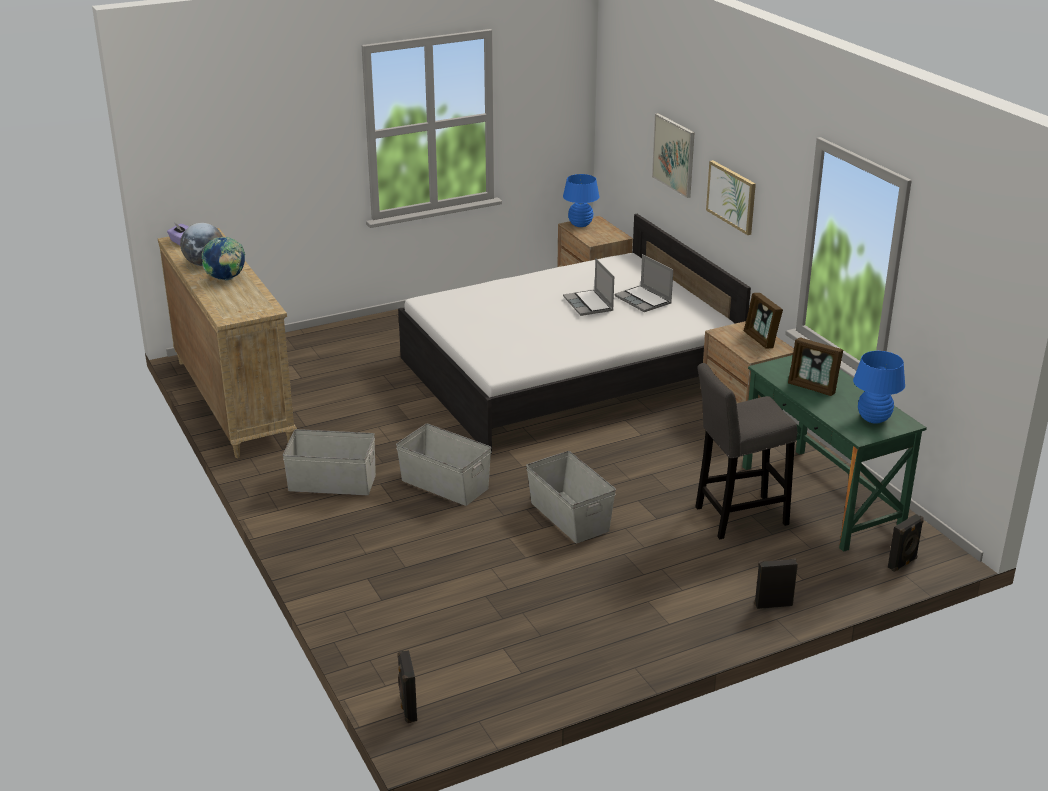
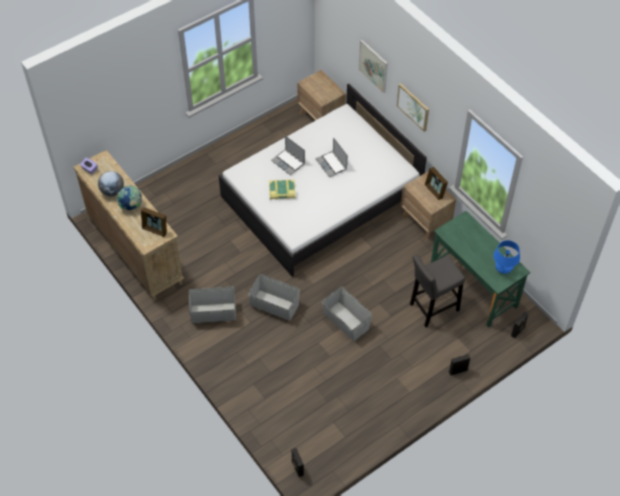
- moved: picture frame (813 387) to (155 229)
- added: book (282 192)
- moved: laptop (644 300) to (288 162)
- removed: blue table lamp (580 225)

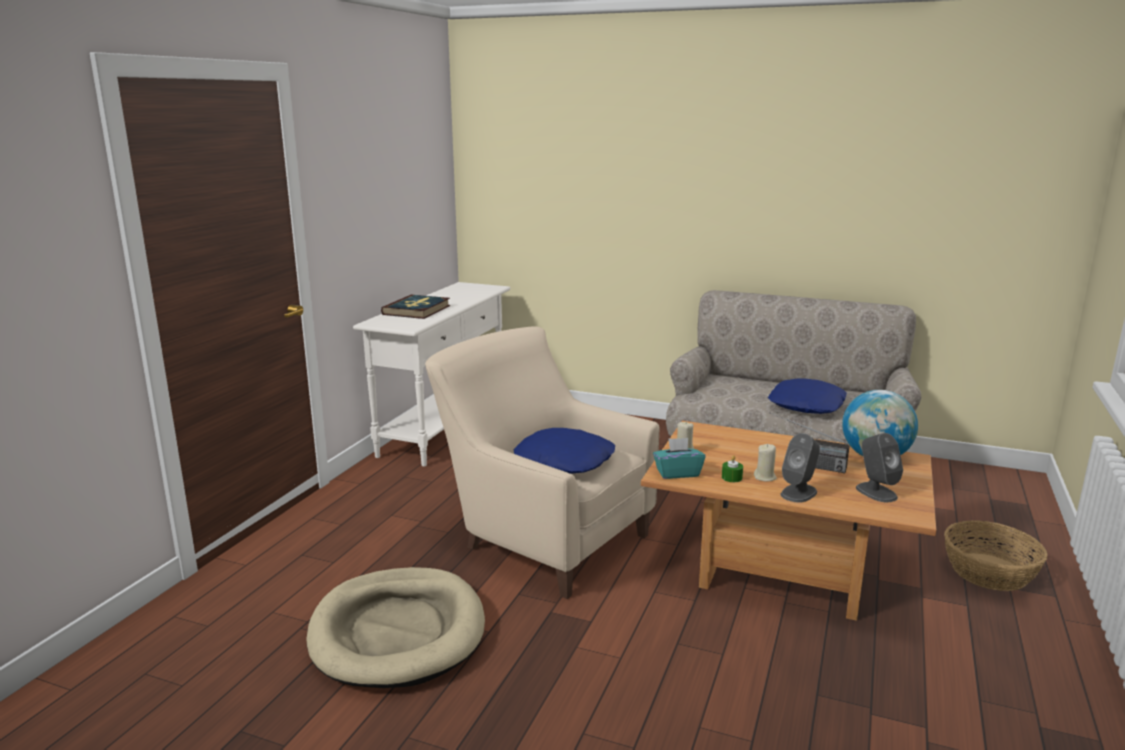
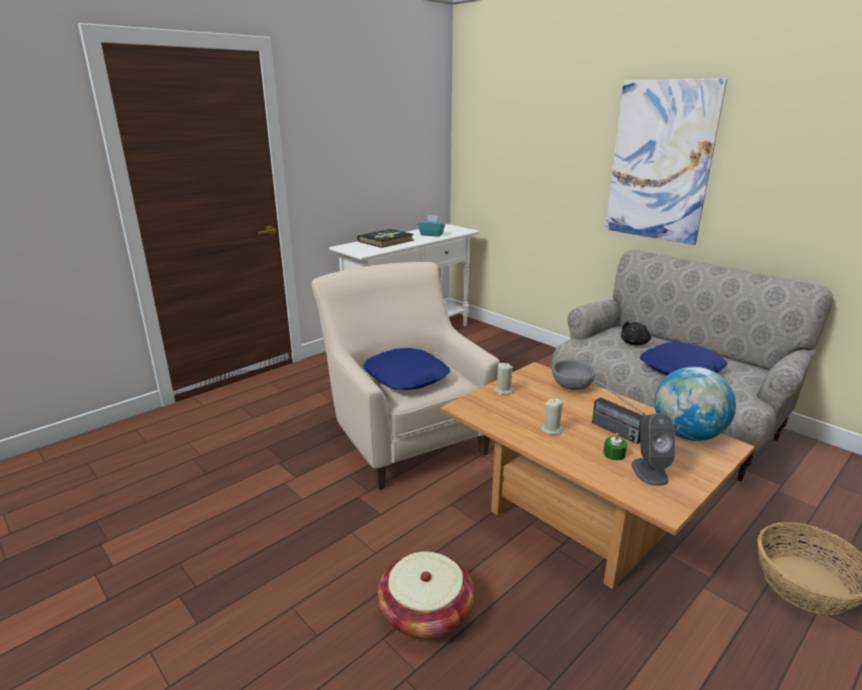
- added: basket (425 613)
- moved: turquoise tissue box (677 473) to (431 234)
- added: grey bowl (572 385)
- moved: green candle (731 477) to (614 454)
- added: picture (660 162)
- added: black plush toy (634 343)
- removed: beige dog bed (398 632)
- removed: grey speaker (799 493)

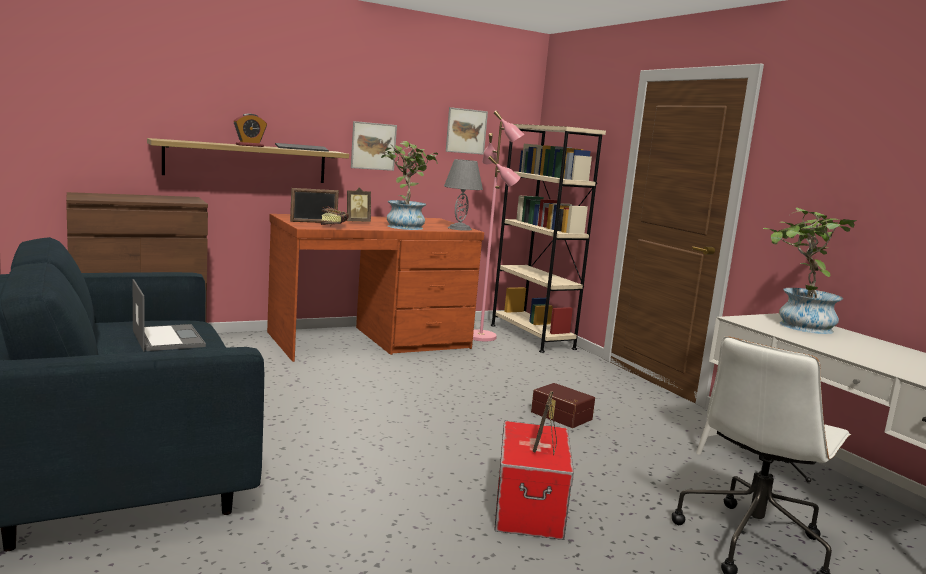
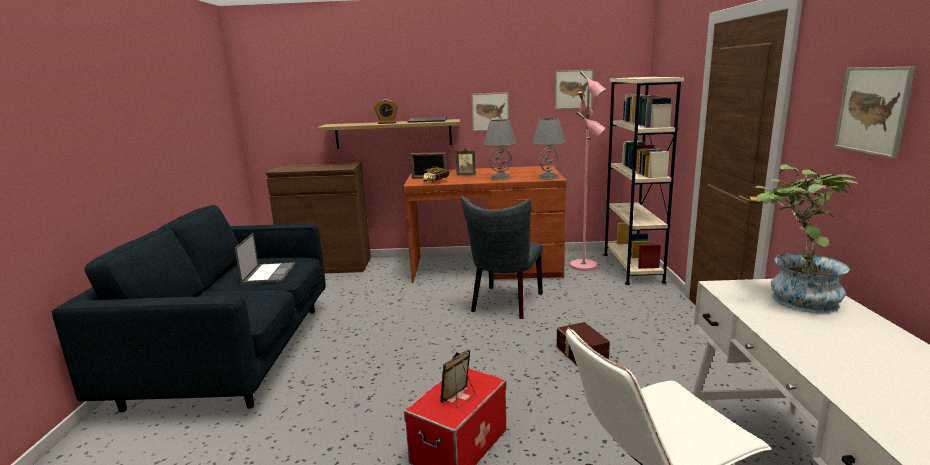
- added: grey chair (505 304)
- replaced: potted plant (405 226) to grey table lamp (500 177)
- added: picture (872 110)

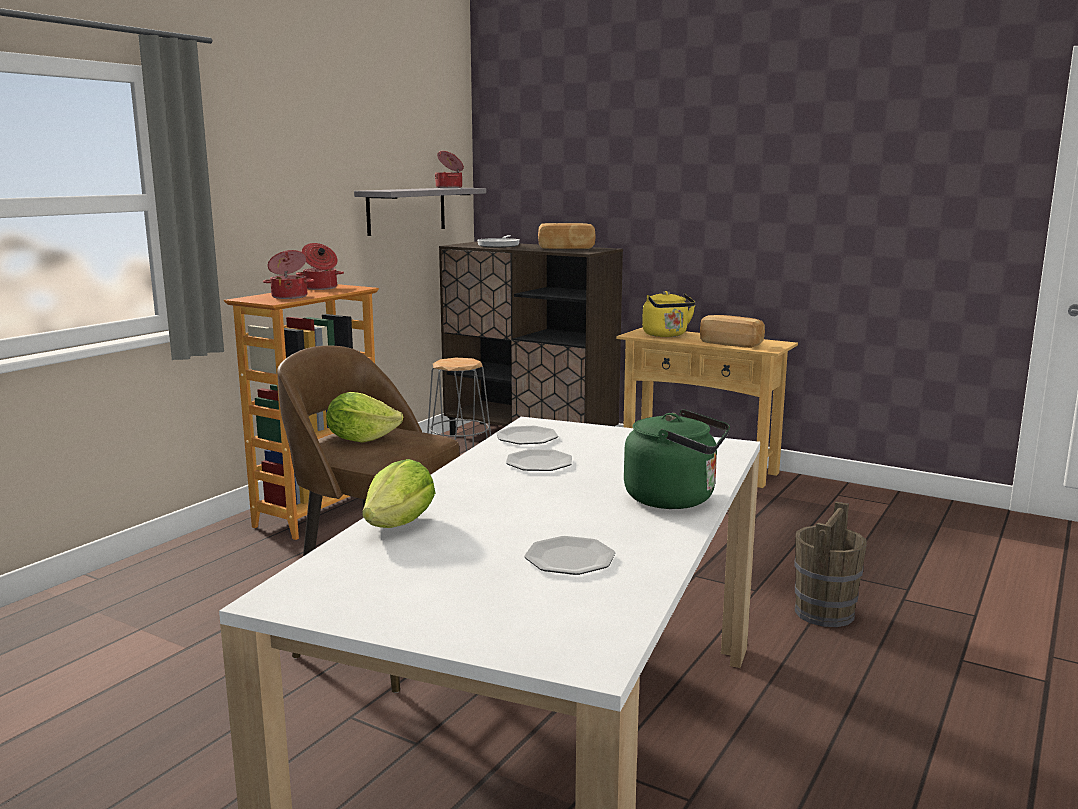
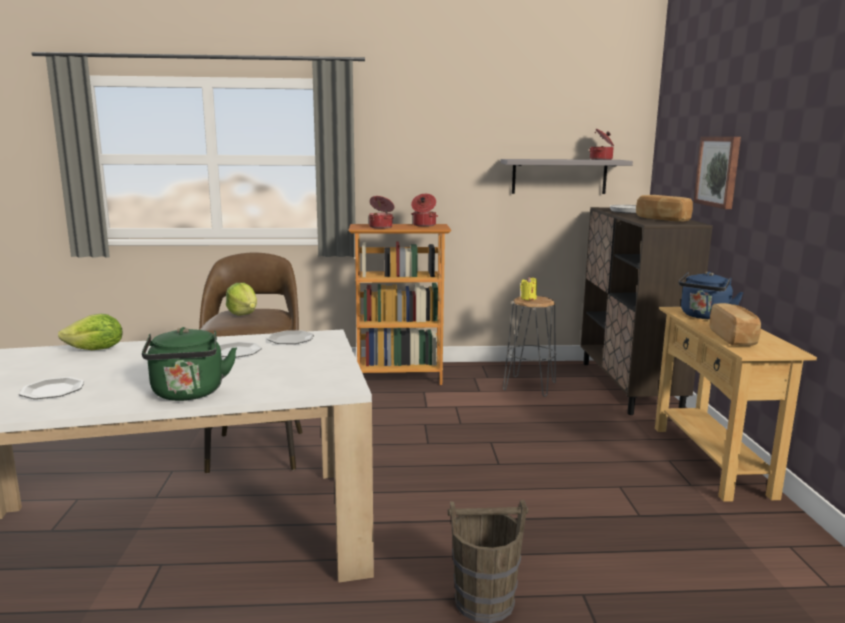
- added: yellow candle (528 298)
- recoloured: yellow kettle (666 335) to blue kettle (704 316)
- added: picture (718 171)

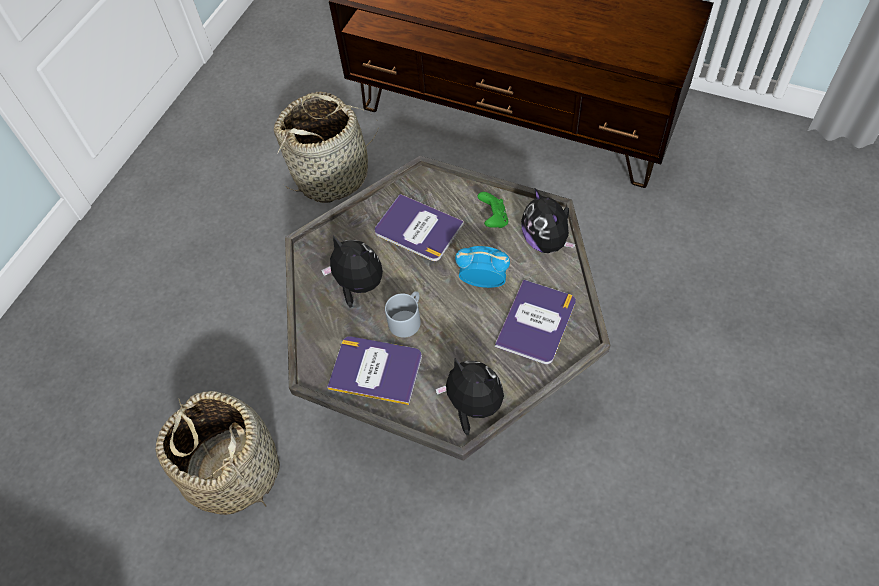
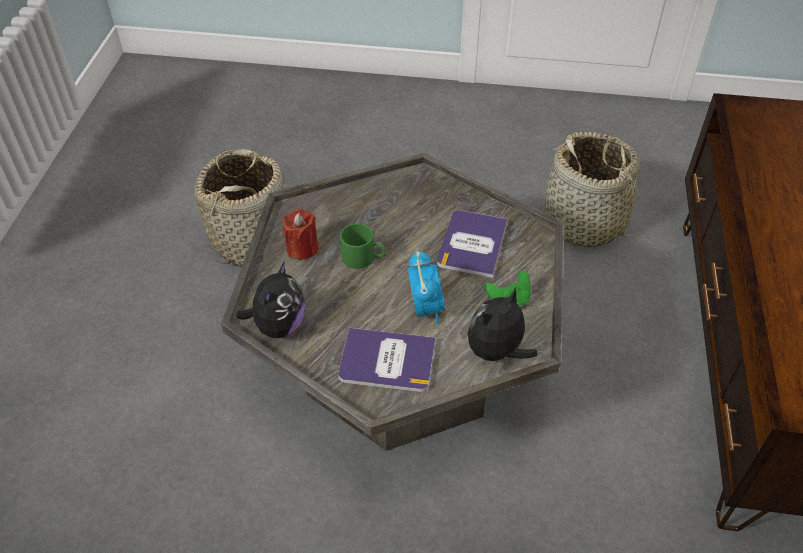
- replaced: book (376 370) to red candle (302 248)
- recoloured: grey mug (407 318) to green mug (364 257)
- removed: plush toy (358 286)

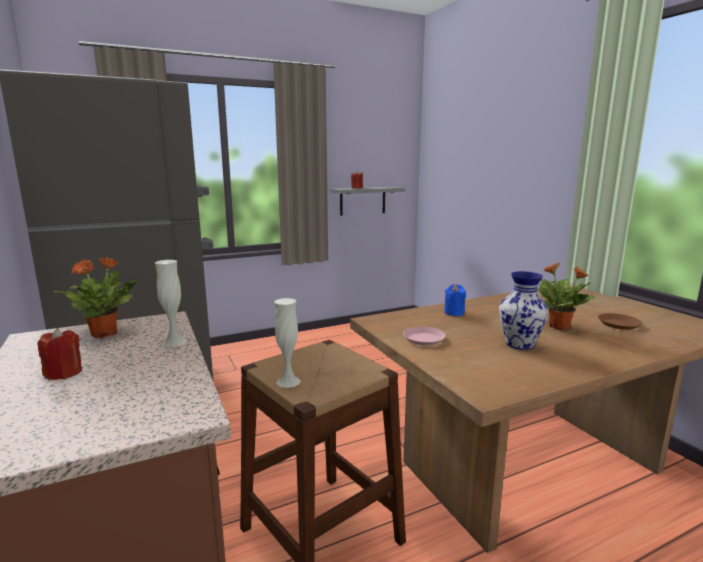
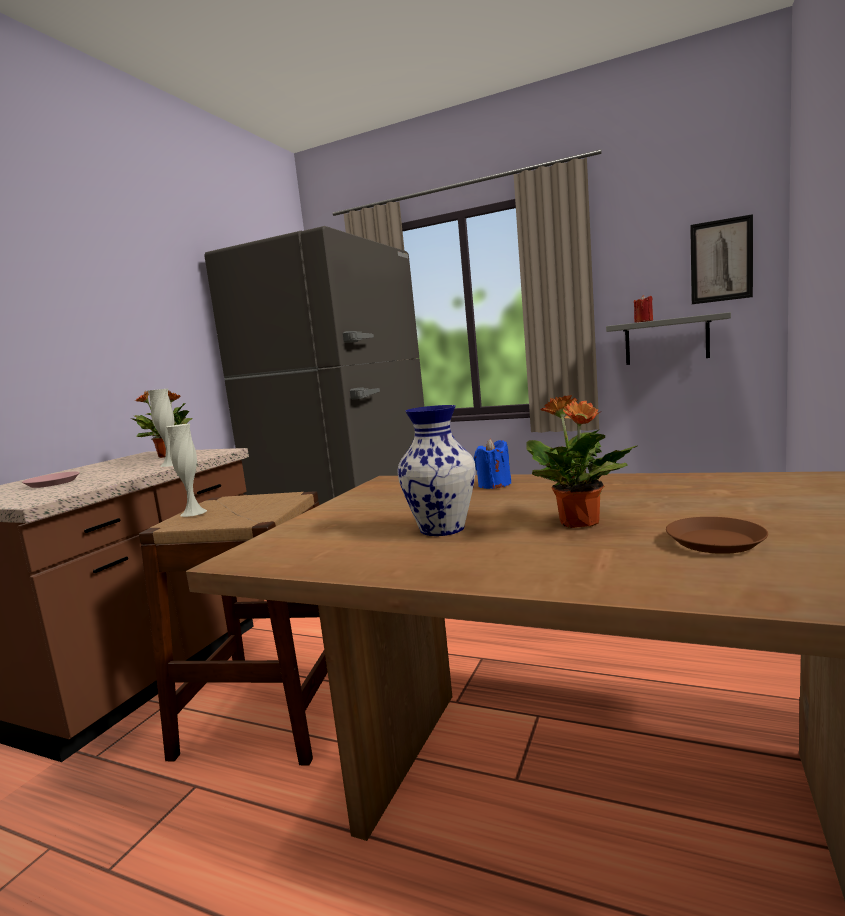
- moved: pink plate (423 339) to (52 483)
- added: picture (721 260)
- removed: red candle (63 373)

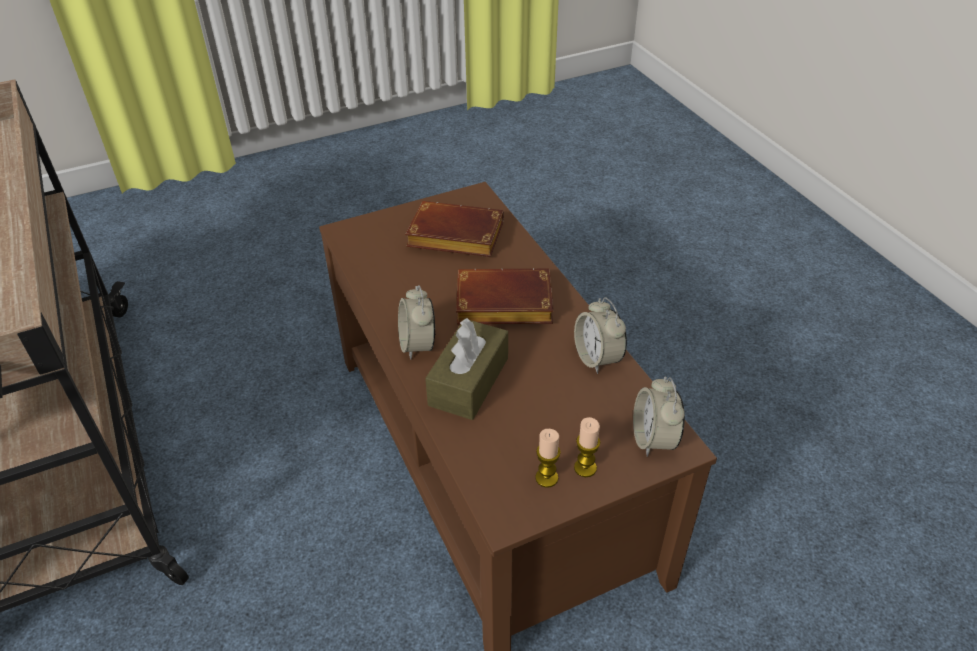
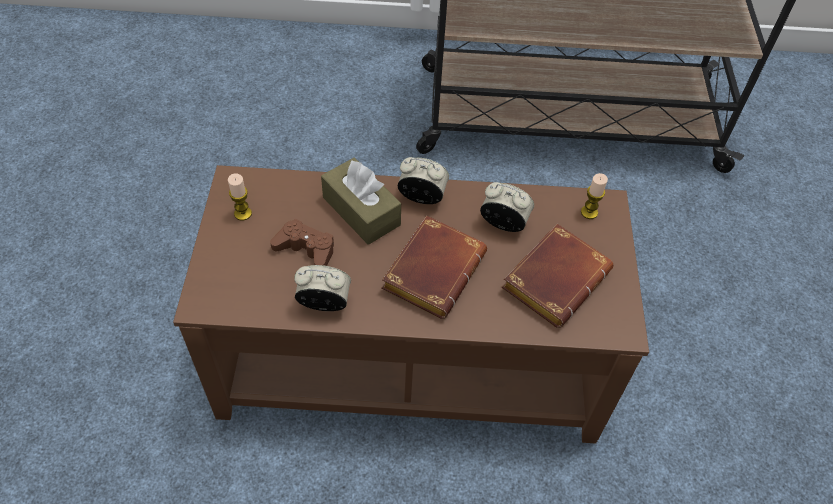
- added: brown game controller (306 249)
- moved: alarm clock (654 439) to (503 224)
- moved: candle (585 468) to (589 212)

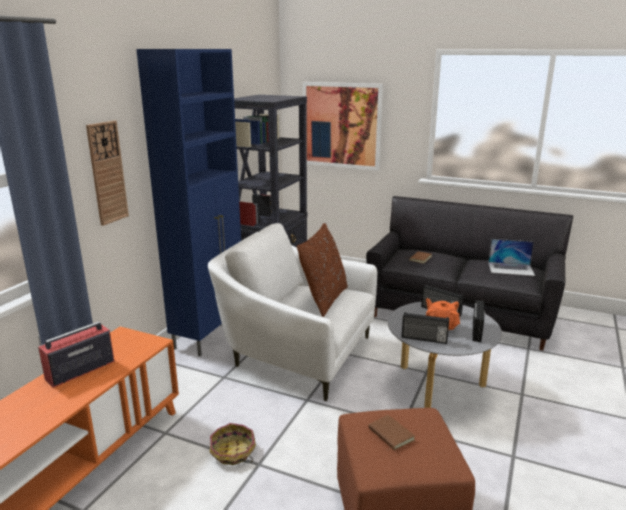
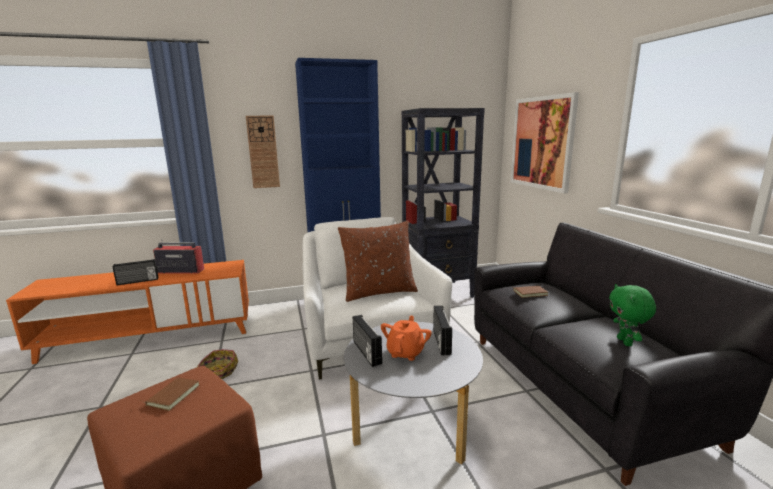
- moved: radio (477 331) to (138 281)
- replaced: laptop (511 269) to green plush toy (625 342)

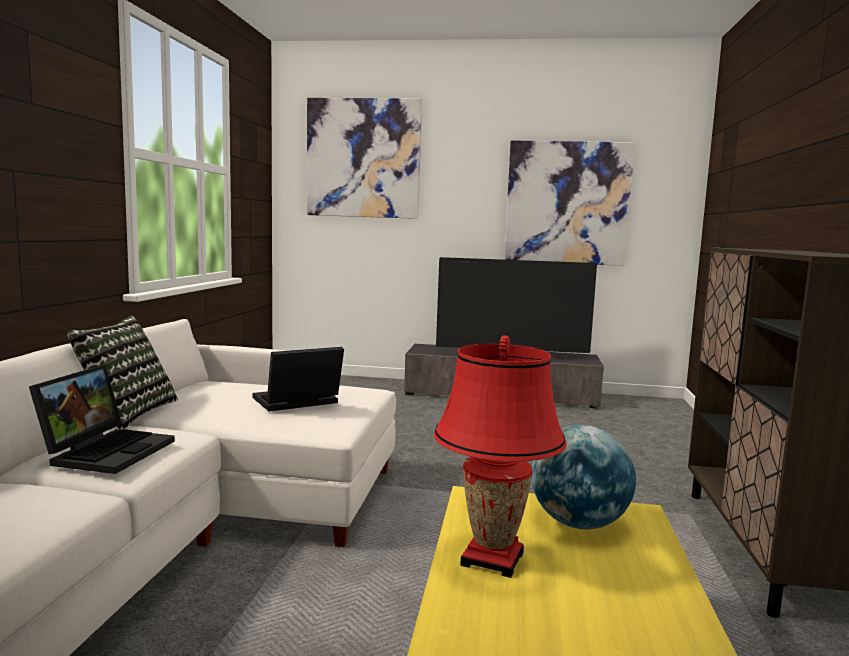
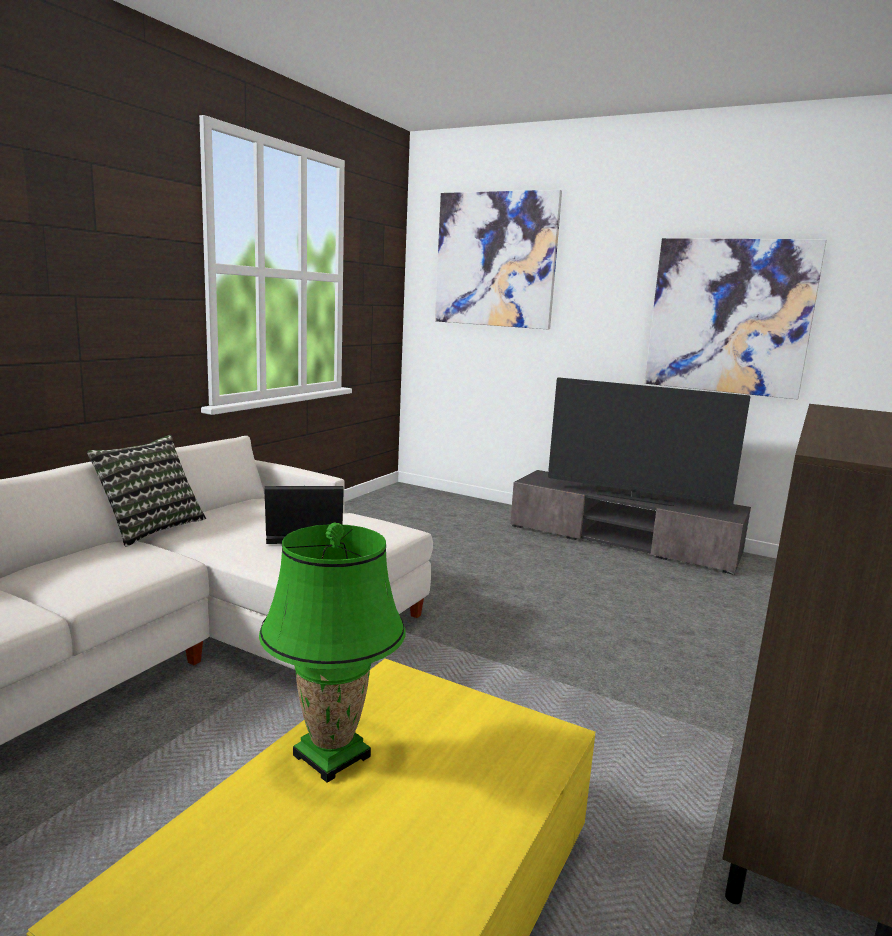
- recoloured: red table lamp (492 559) to green table lamp (332 755)
- removed: laptop (107 450)
- removed: globe (578 523)

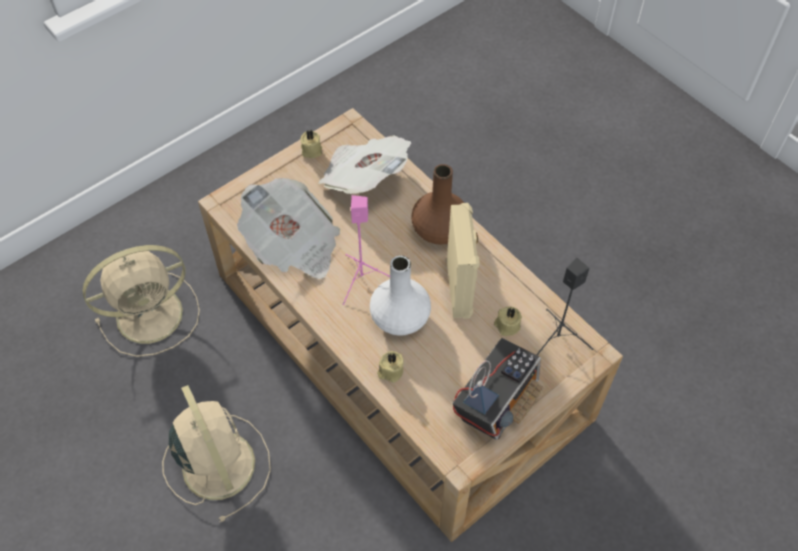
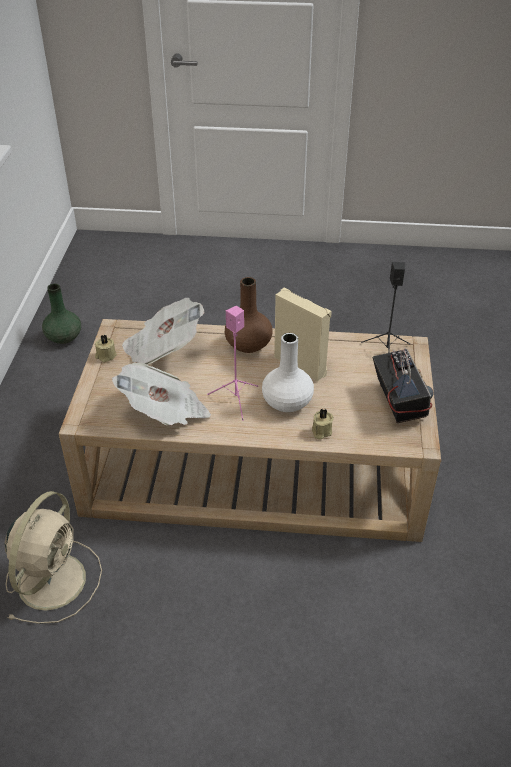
- added: green vase (63 337)
- removed: beige fan (217 462)
- removed: beige candle (506 325)

